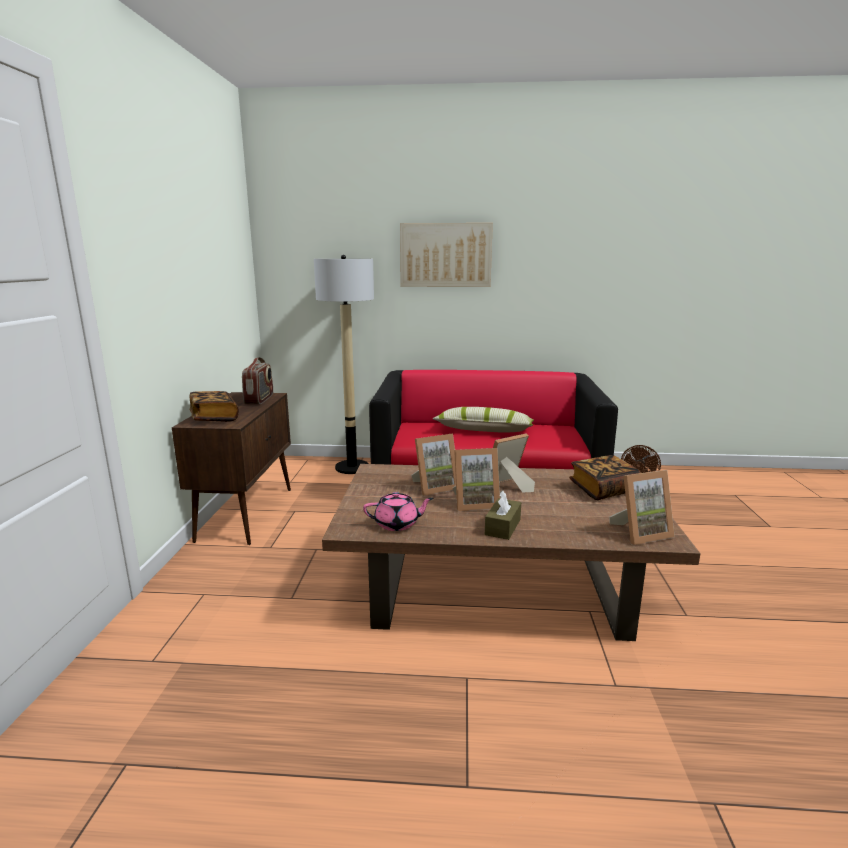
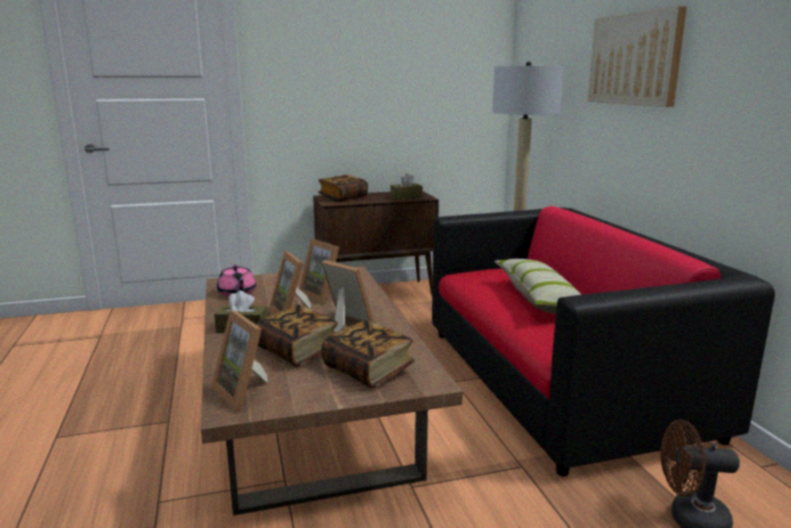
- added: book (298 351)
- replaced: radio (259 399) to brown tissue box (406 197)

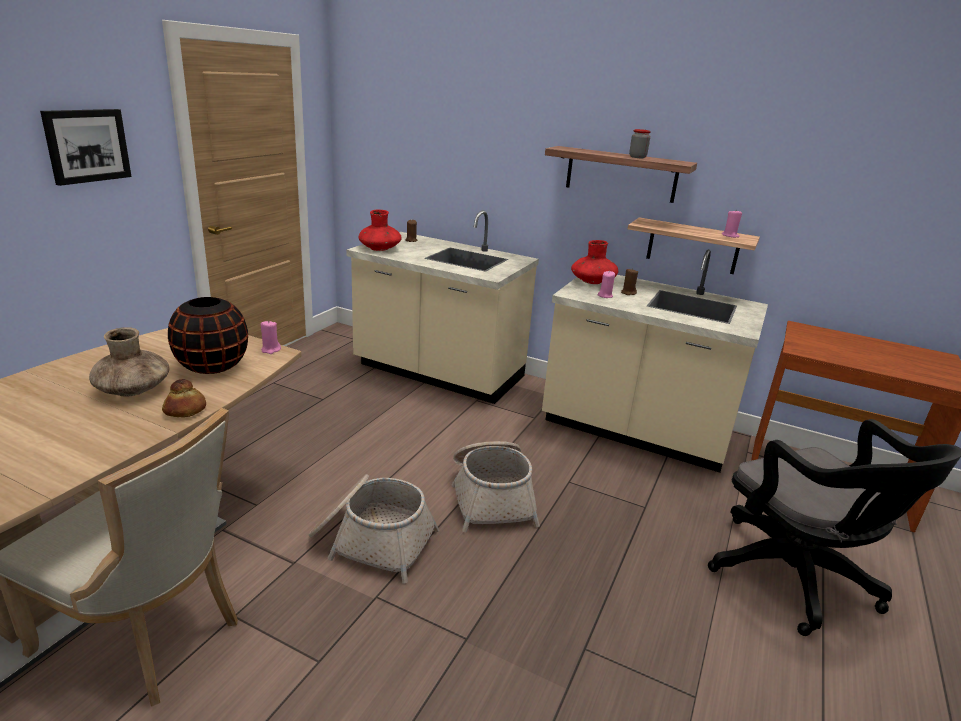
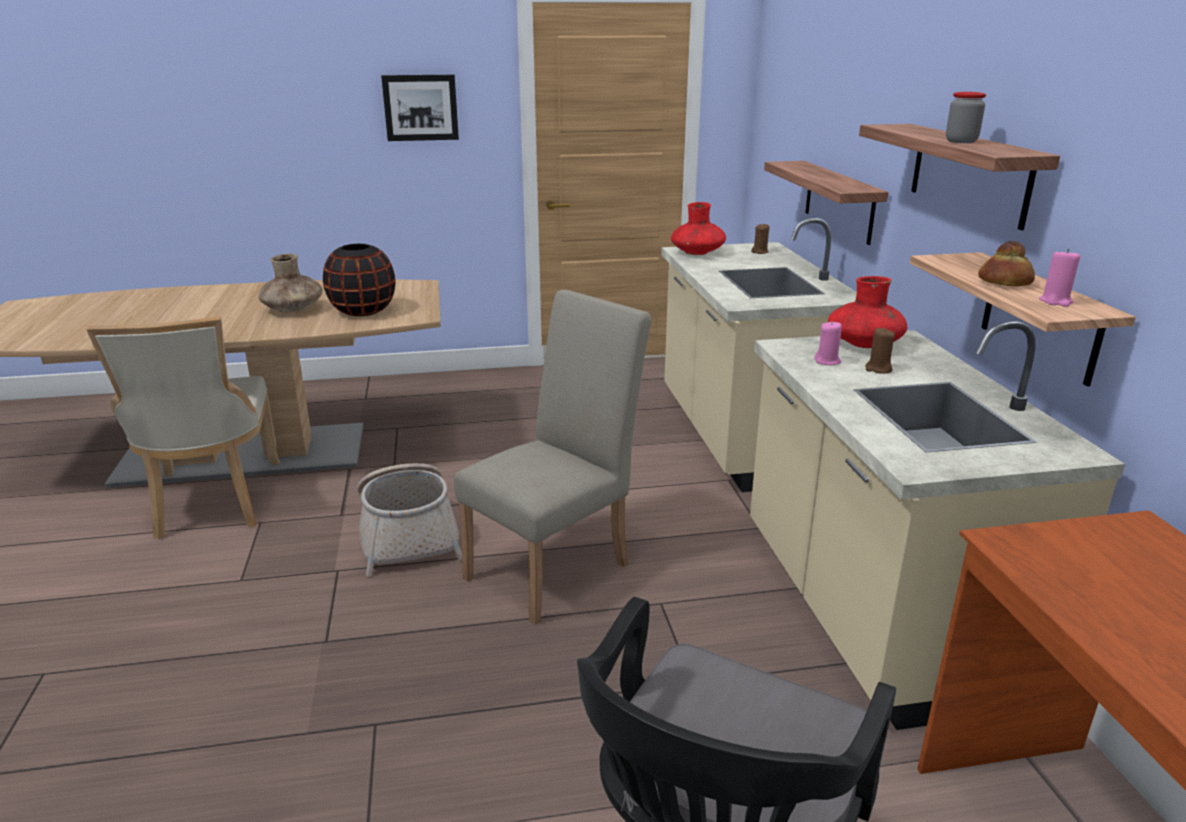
- replaced: basket (491 497) to beige chair (557 565)
- added: shelf (839 201)
- moved: bread (185 410) to (1004 282)
- removed: pink candle (270 350)

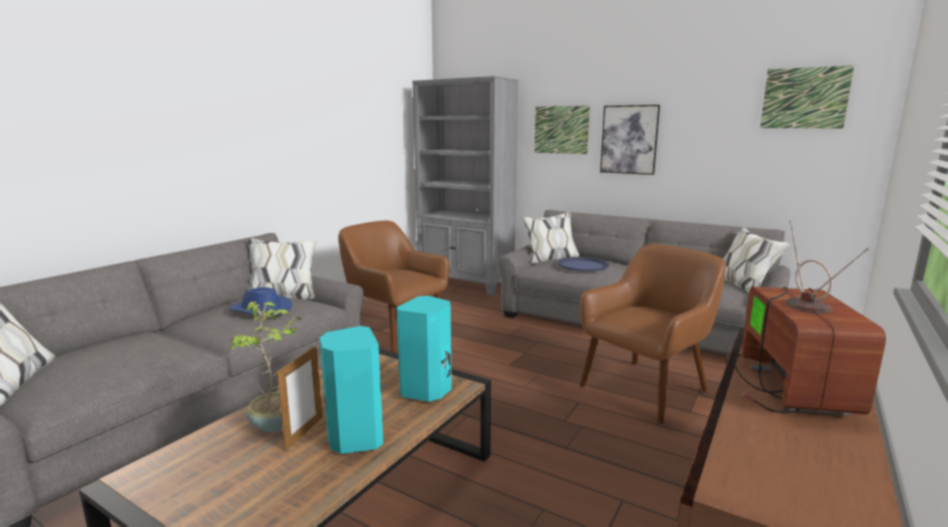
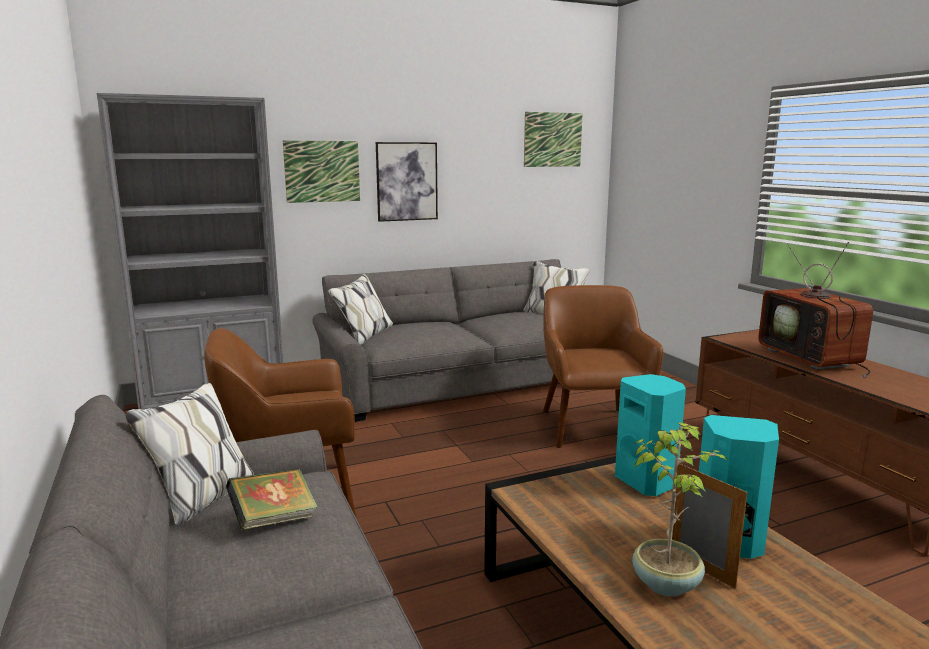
- replaced: blue hat (260 310) to book (274 520)
- turned: television (788 386) = (813 359) 150 degrees counterclockwise
- removed: blue tray (583 265)

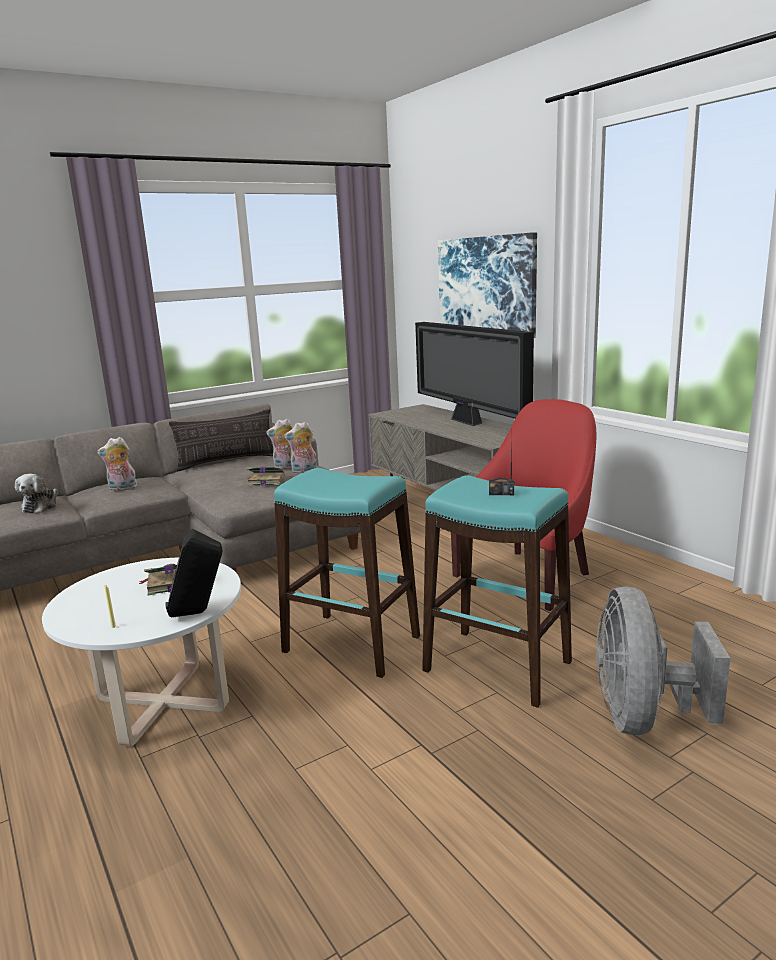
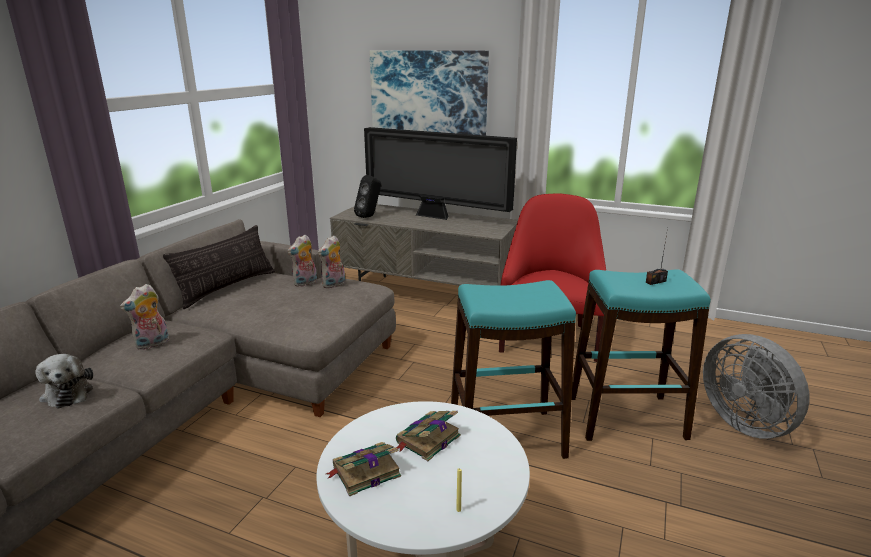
- moved: book (265 481) to (364 472)
- moved: black speaker (199 613) to (369 216)

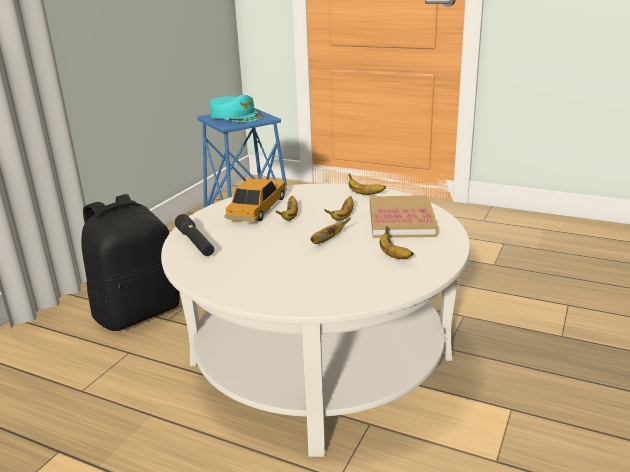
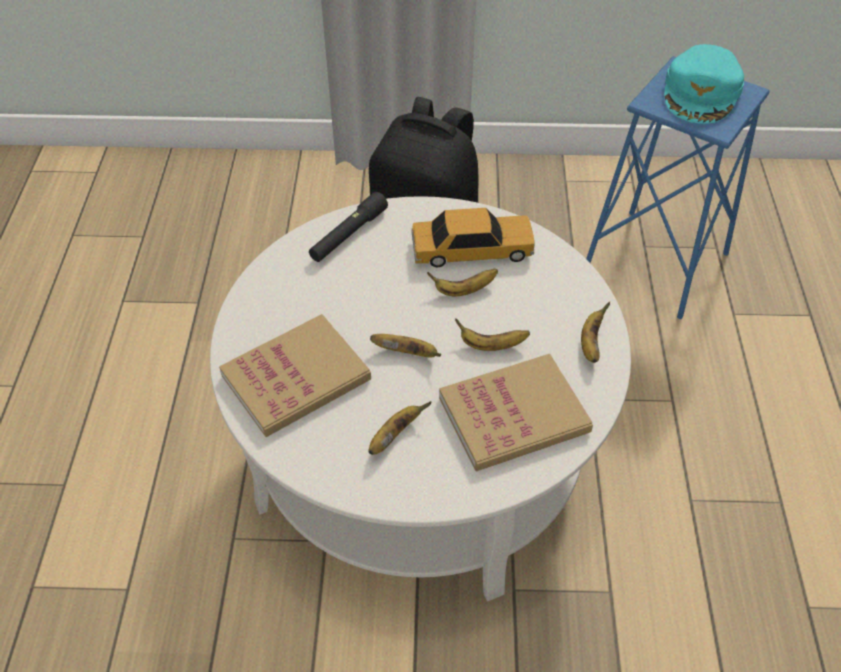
- added: book (296 378)

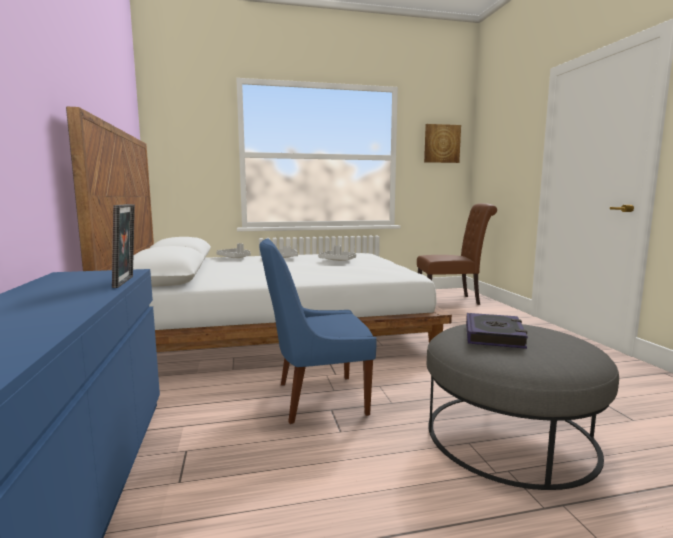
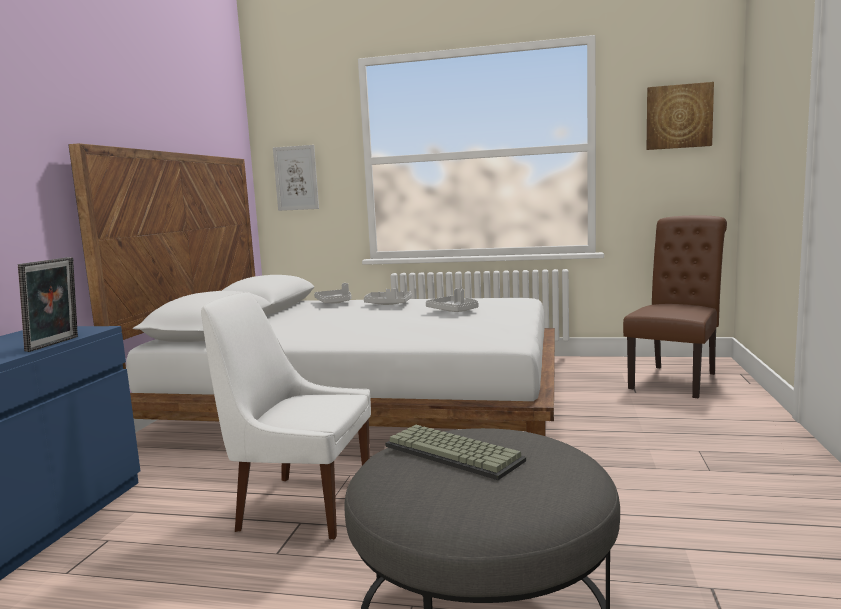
- recoloured: blue chair (317 399) to white chair (301 505)
- added: picture (296 178)
- replaced: book (494 335) to keyboard (455 453)
- turned: brown chair (452 300) = (676 379) 75 degrees counterclockwise

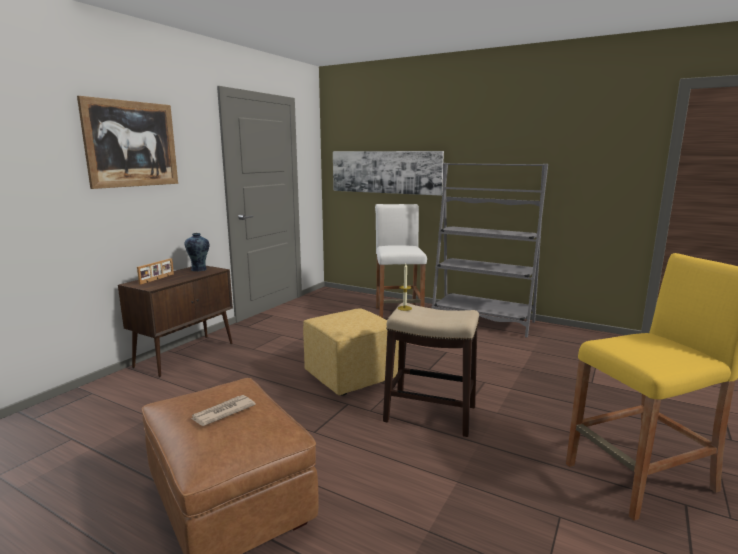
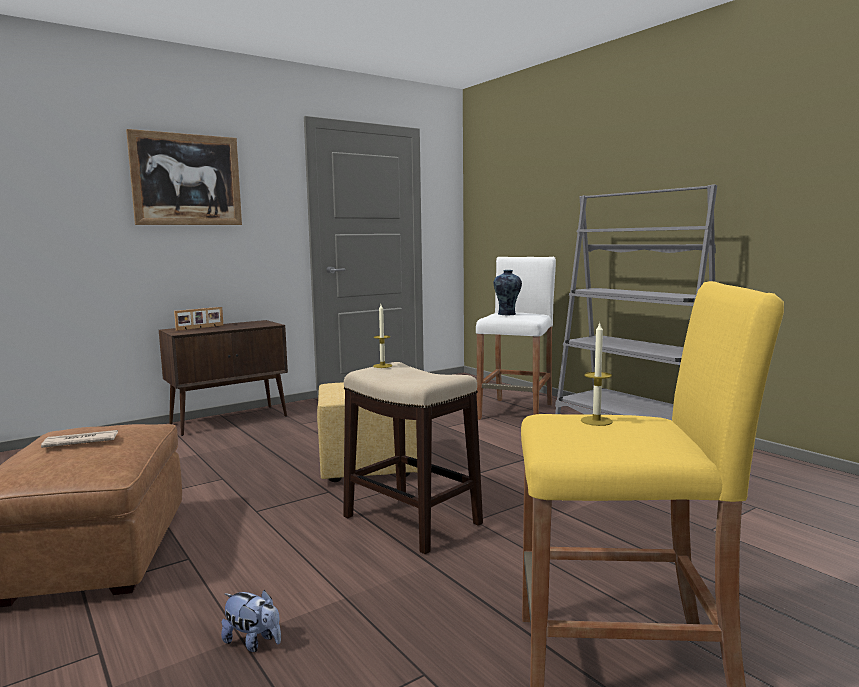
- added: plush toy (253 642)
- moved: vase (199 269) to (507 314)
- added: candle (596 421)
- removed: picture (385 172)

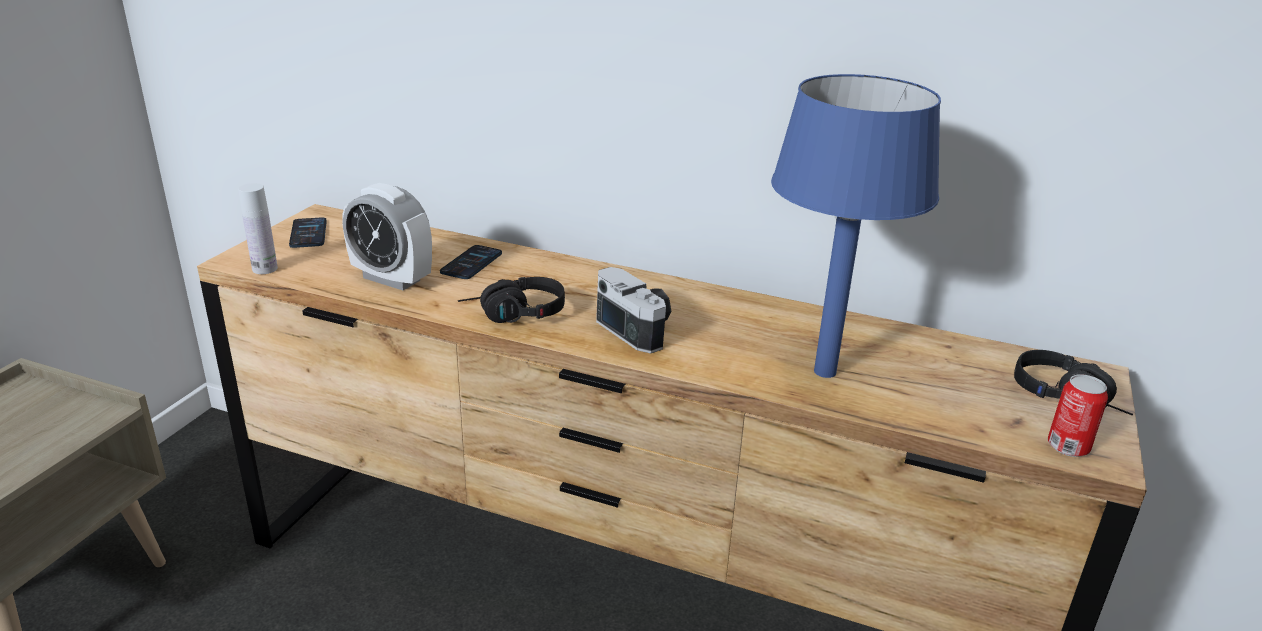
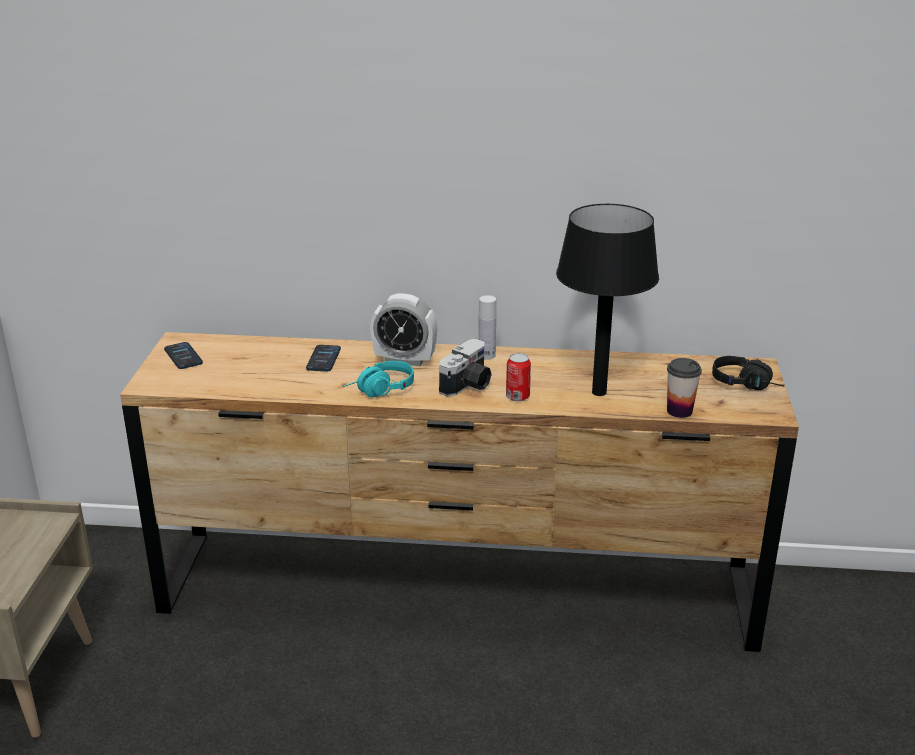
- recoloured: black headphones (513 315) to turquoise headphones (379 391)
- moved: alarm clock (391 279) to (404 360)
- turned: photo camera (638 329) = (468 385) 90 degrees clockwise
- moved: white bottle (265 269) to (486 355)
- moved: can (1068 447) to (517 396)
- recoloured: blue table lamp (825 371) to black table lamp (599 392)
- added: cup (679 411)

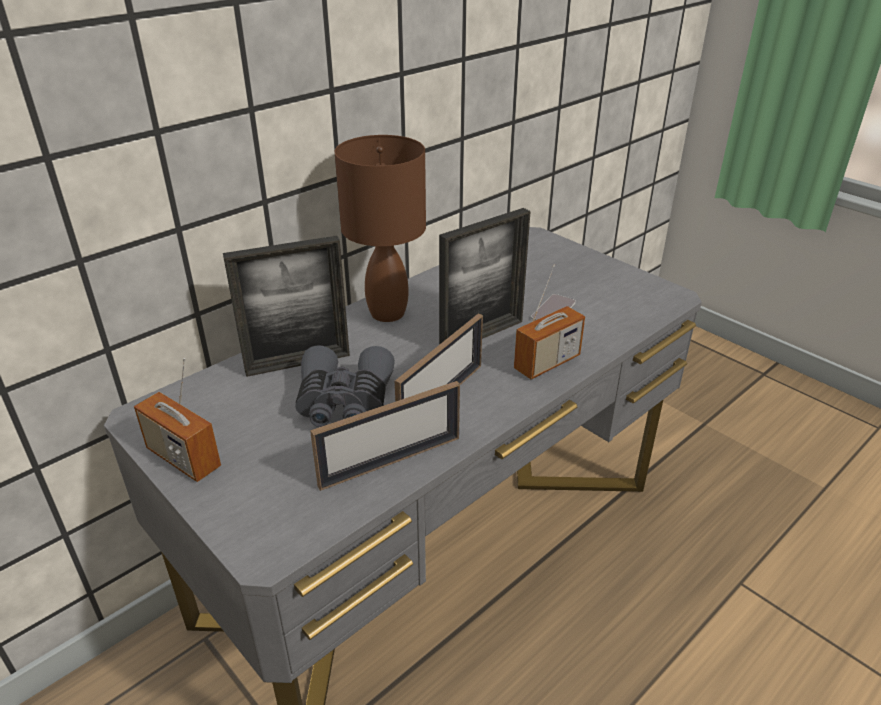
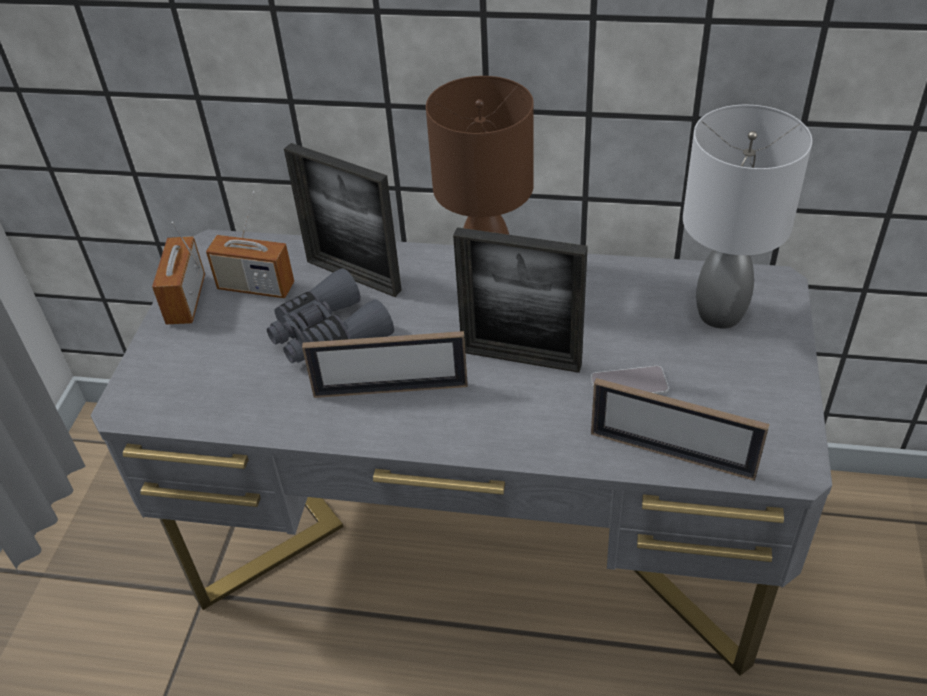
- moved: radio (547 363) to (256 287)
- moved: picture frame (391 461) to (671 454)
- added: grey table lamp (718 313)

